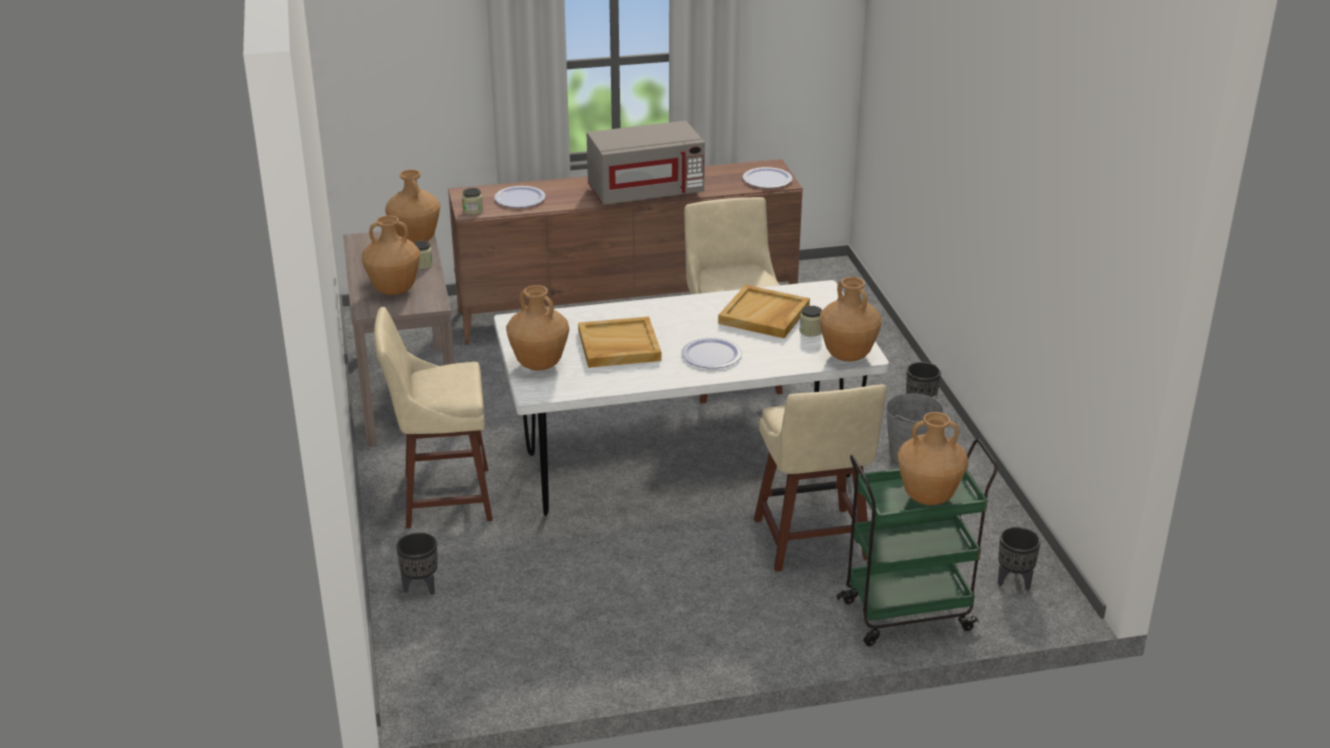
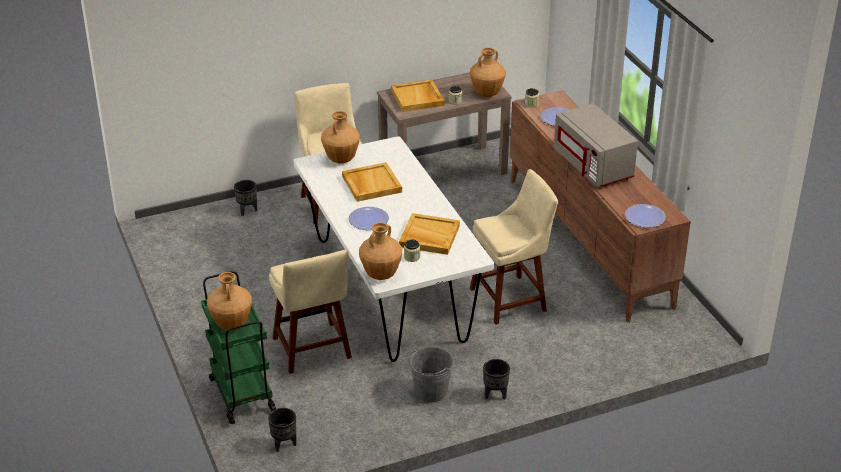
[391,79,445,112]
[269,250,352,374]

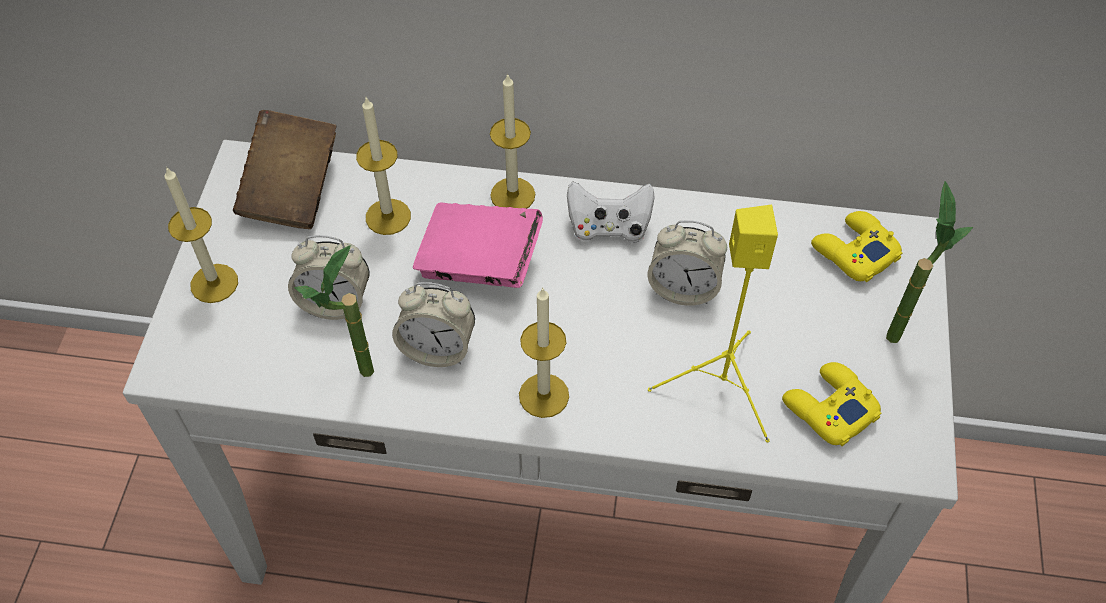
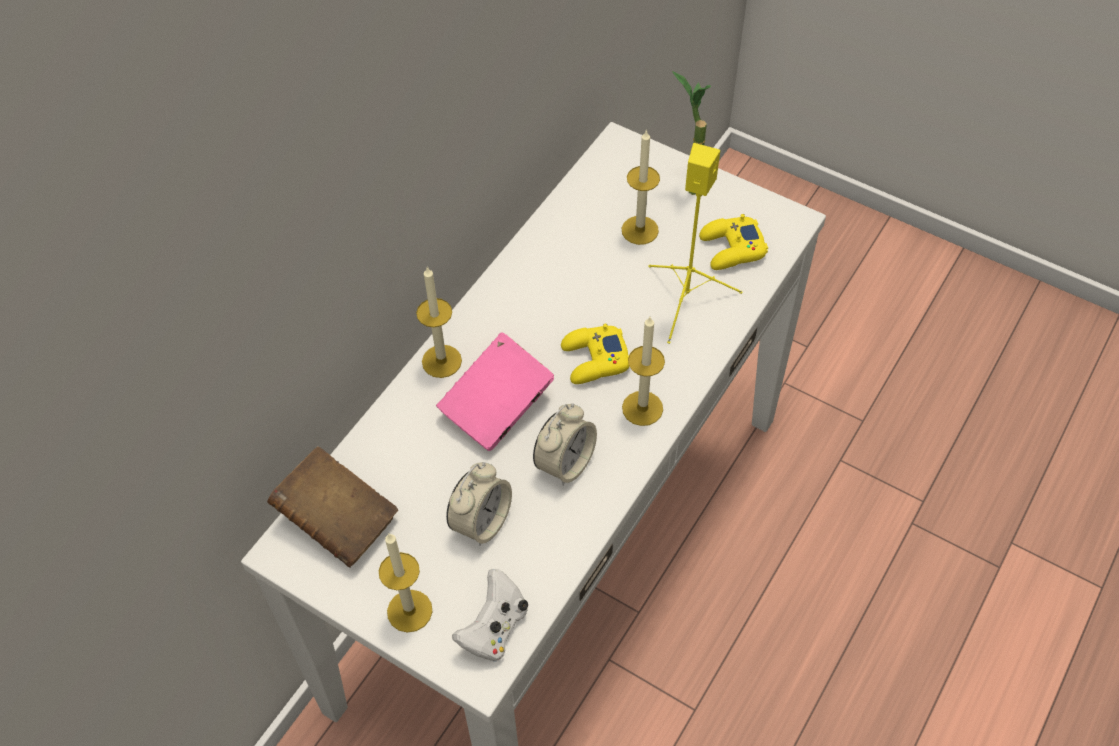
[294,245,374,377] (first image)
[621,129,660,245]
[452,569,528,662]
[648,220,727,306] (first image)
[561,324,629,384]

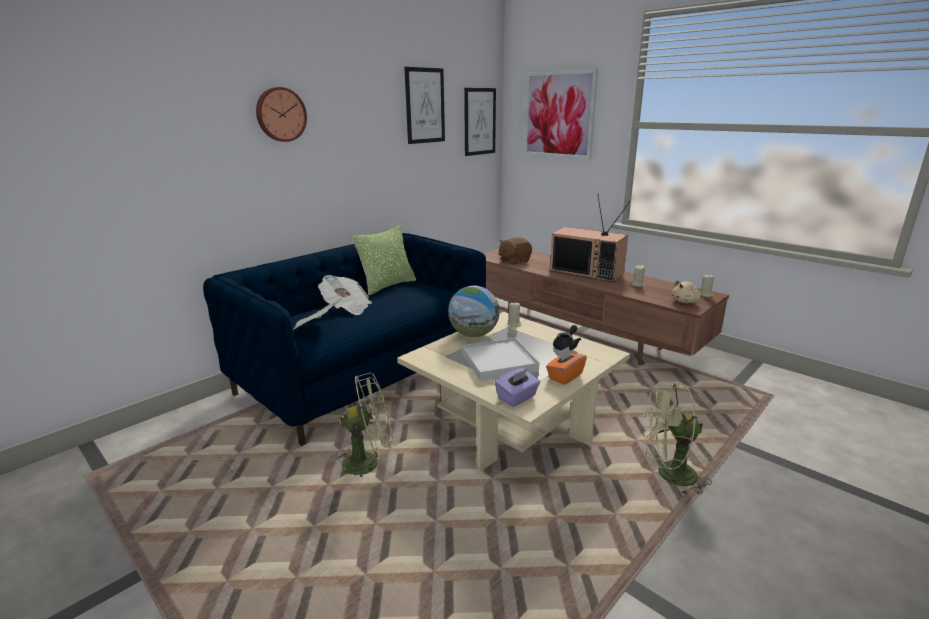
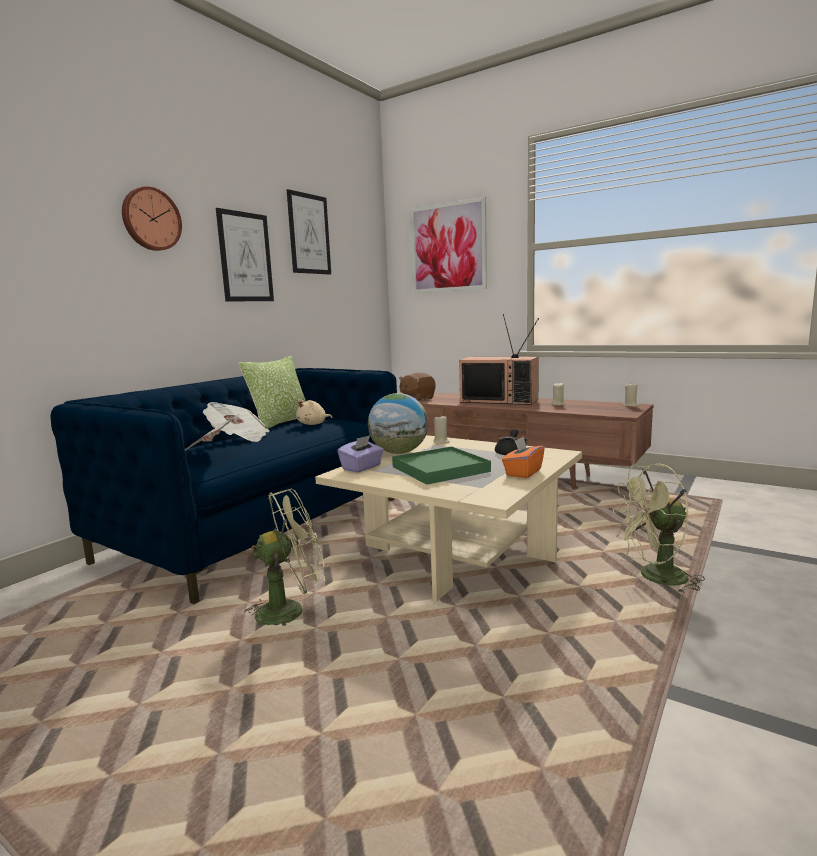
[392,446,491,485]
[216,208,274,301]
[337,435,384,473]
[296,399,332,425]

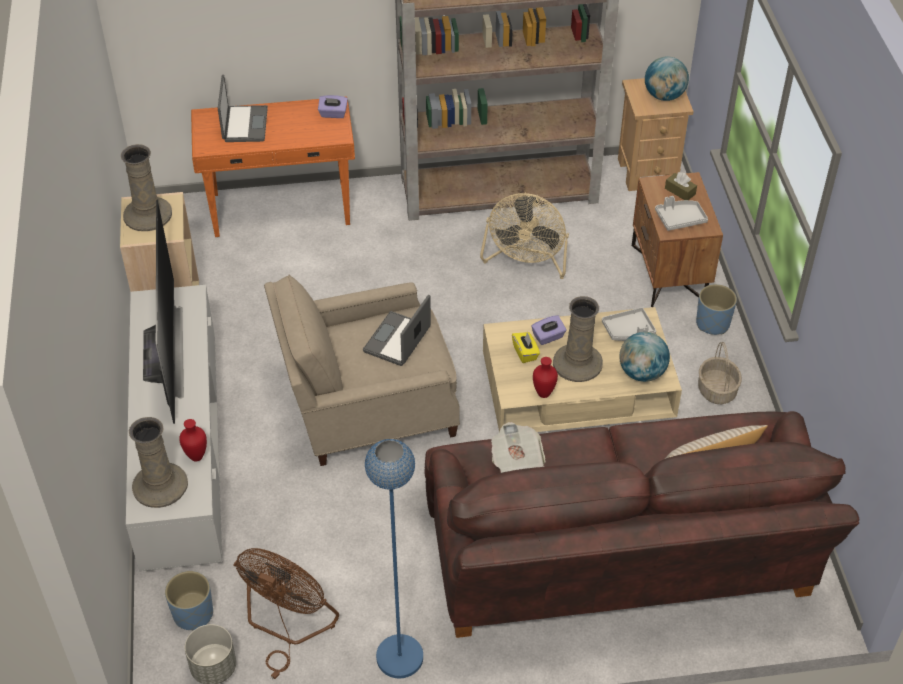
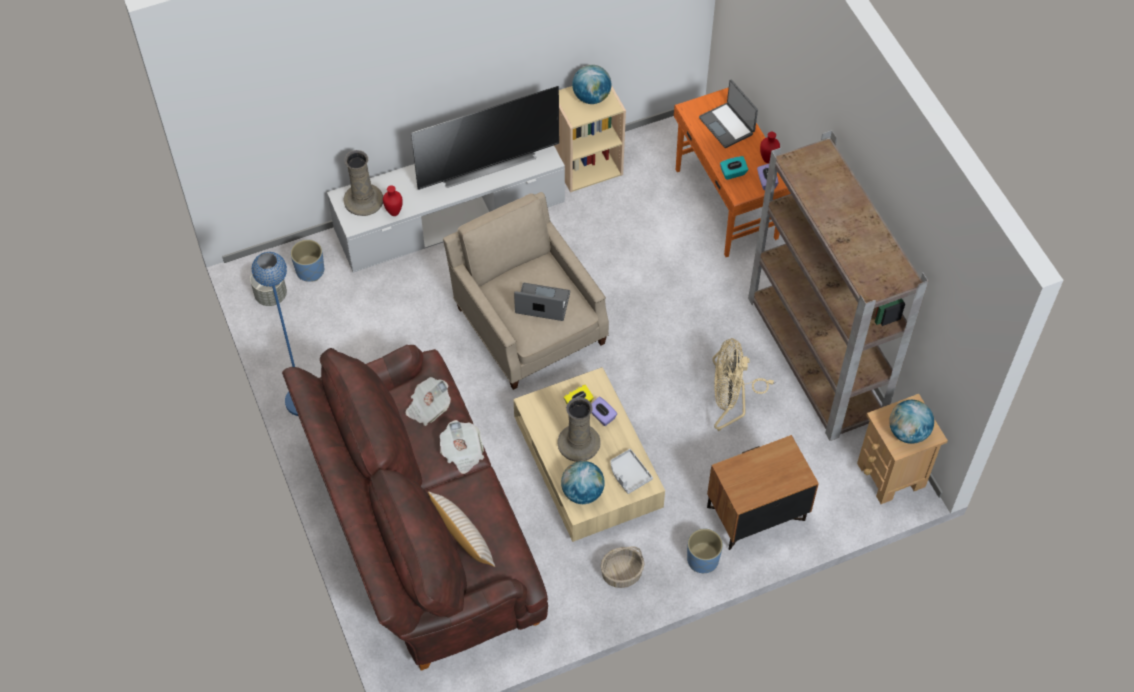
[572,65,611,104]
[699,80,758,148]
[233,548,339,679] (first image)
[760,132,780,163]
[655,196,708,231] (first image)
[665,172,697,200] (first image)
[440,420,484,474]
[720,156,748,180]

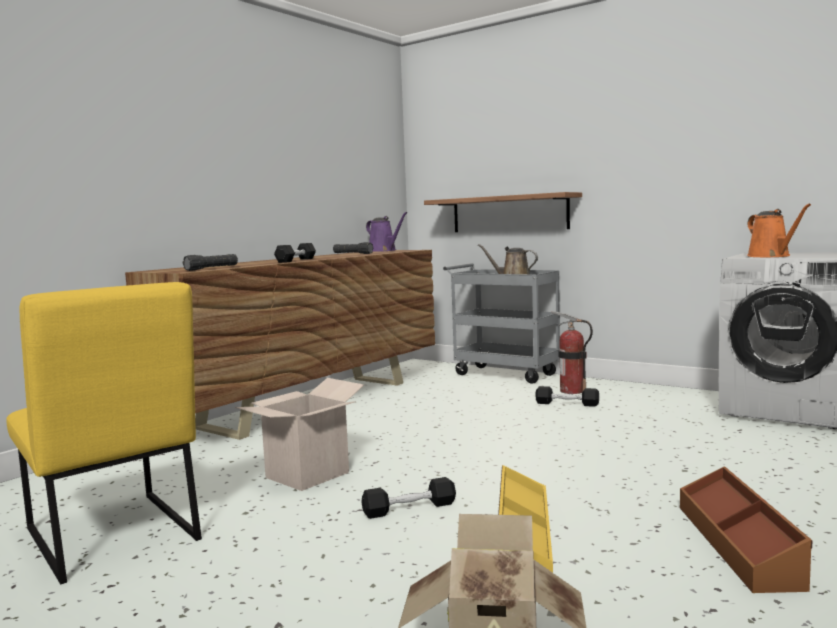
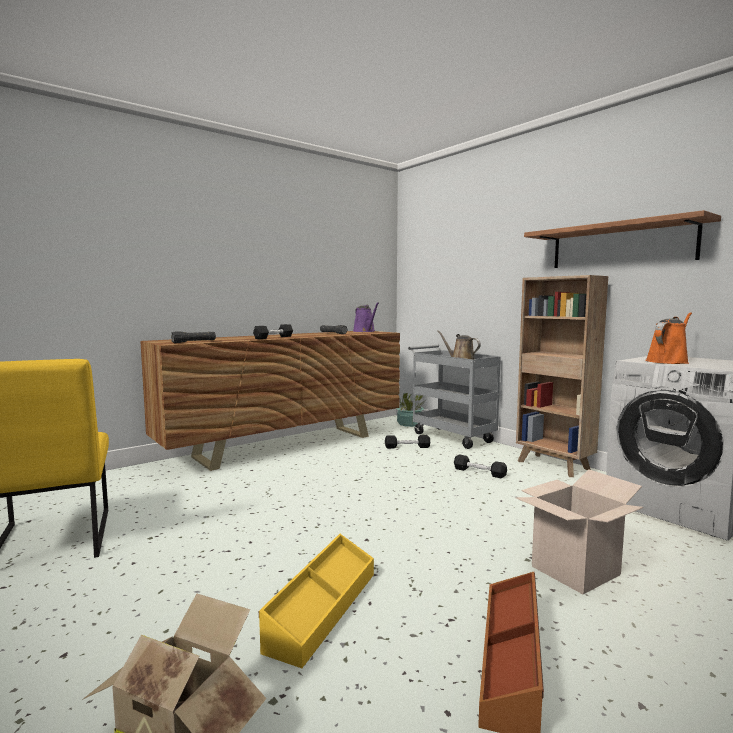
[516,469,644,594]
[385,435,430,449]
[524,210,721,268]
[551,311,593,394] (first image)
[645,312,692,364]
[396,393,427,427]
[516,275,608,477]

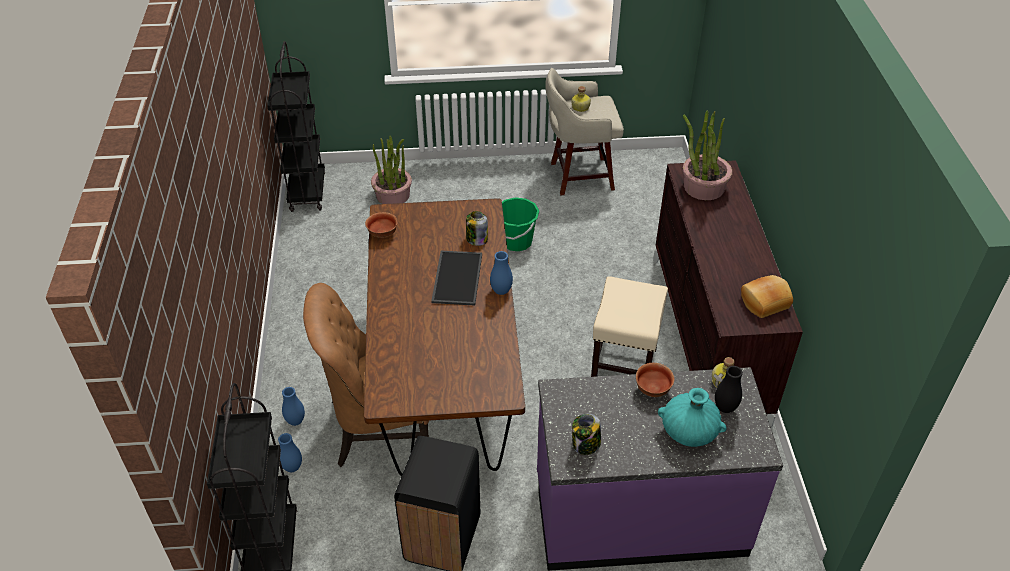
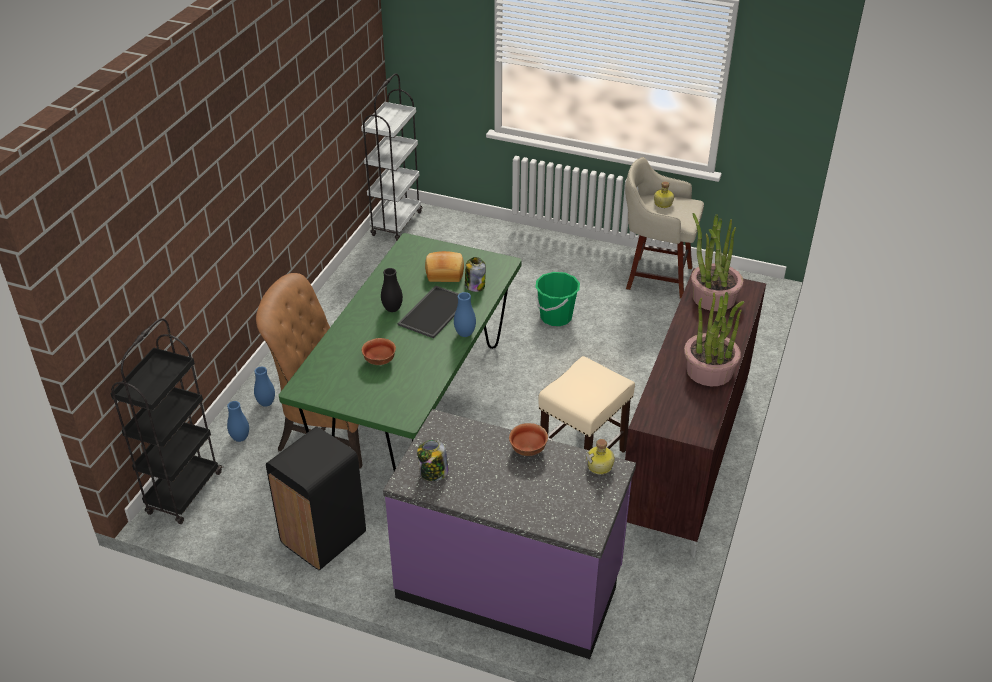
[361,73,423,241]
[279,233,522,471]
[362,338,396,365]
[684,292,744,386]
[658,388,727,447] (first image)
[381,268,403,312]
[425,251,464,282]

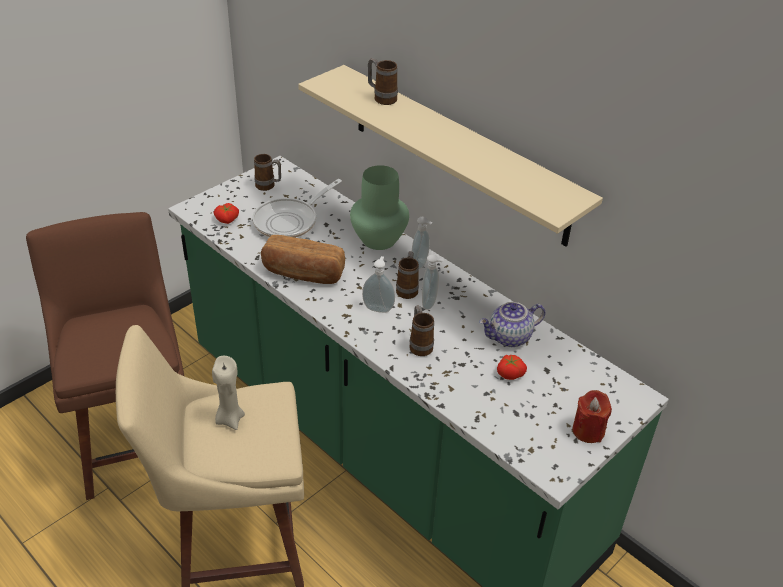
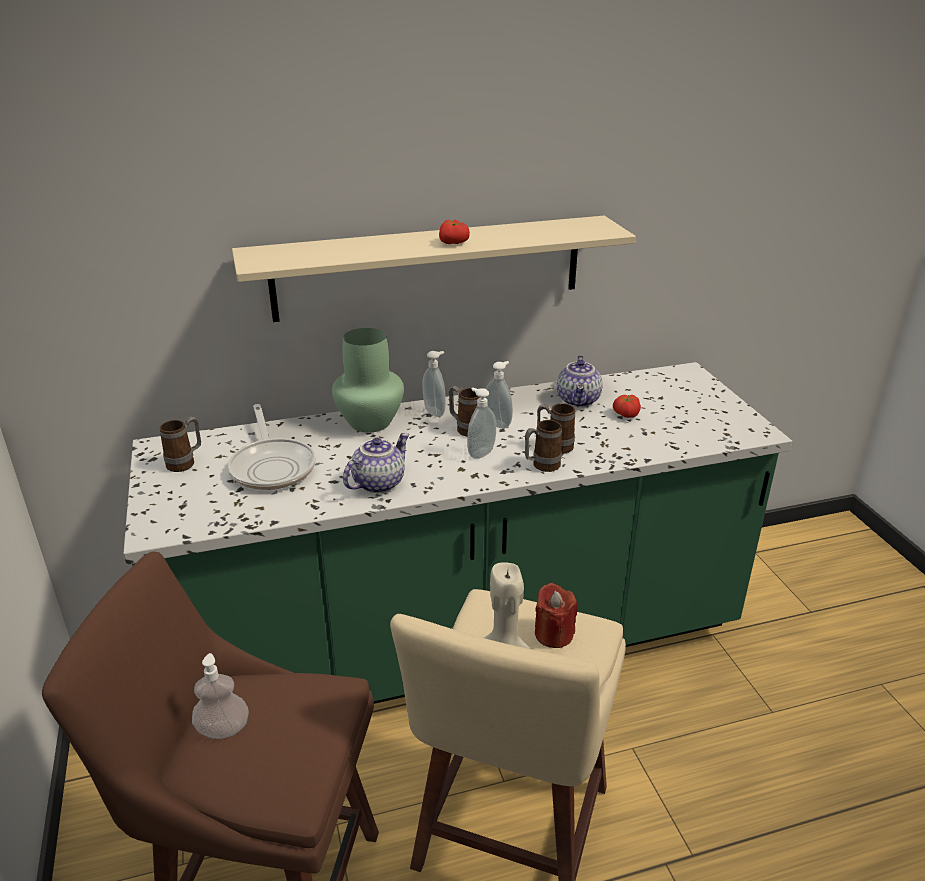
[439,220,470,244]
[343,433,410,493]
[525,420,562,472]
[535,583,577,648]
[192,653,249,739]

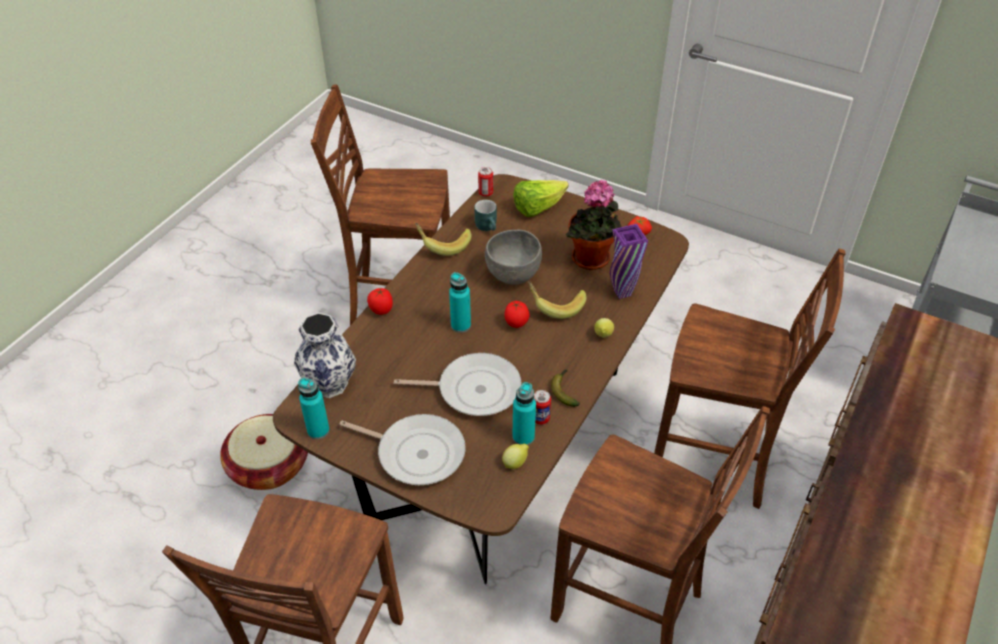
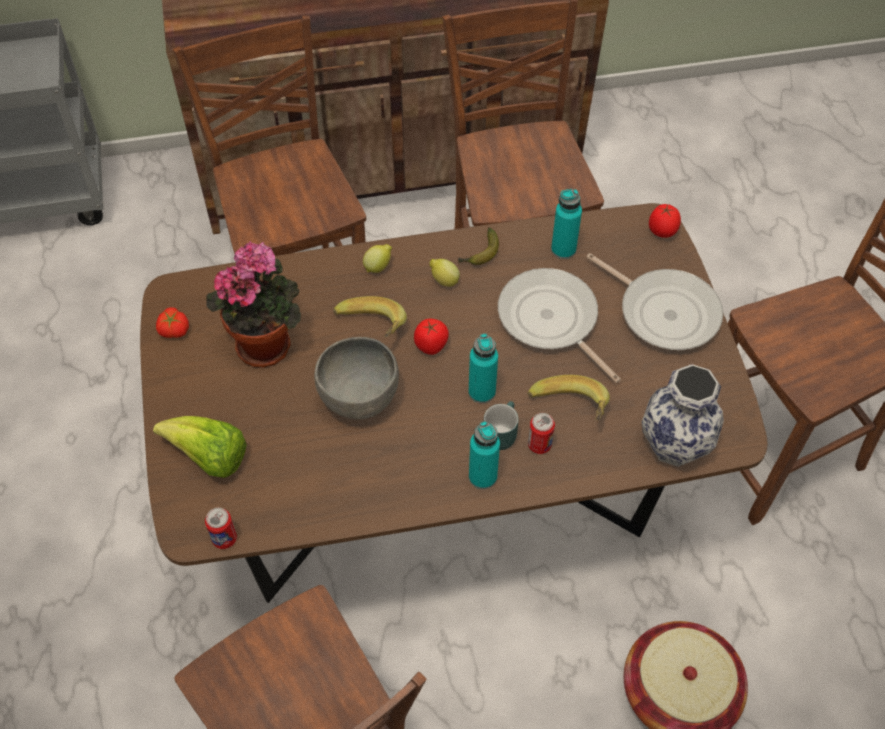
[469,421,500,489]
[586,253,723,350]
[649,204,681,238]
[528,375,610,420]
[484,401,519,450]
[429,259,460,287]
[528,413,555,454]
[610,224,648,299] (first image)

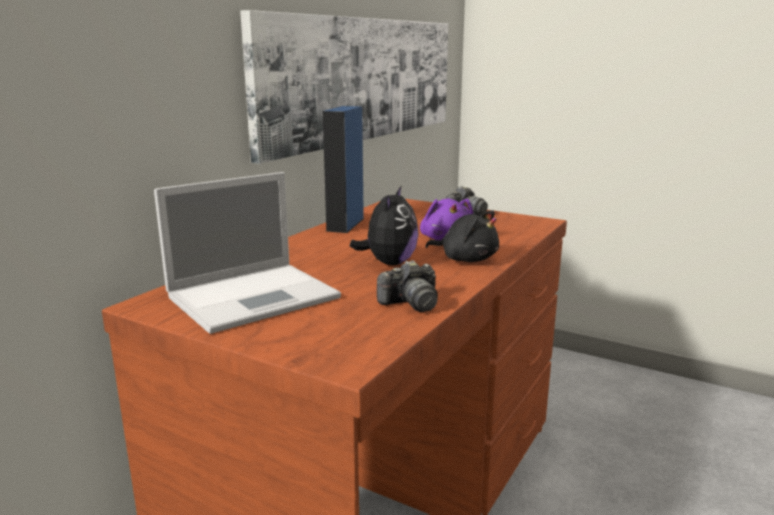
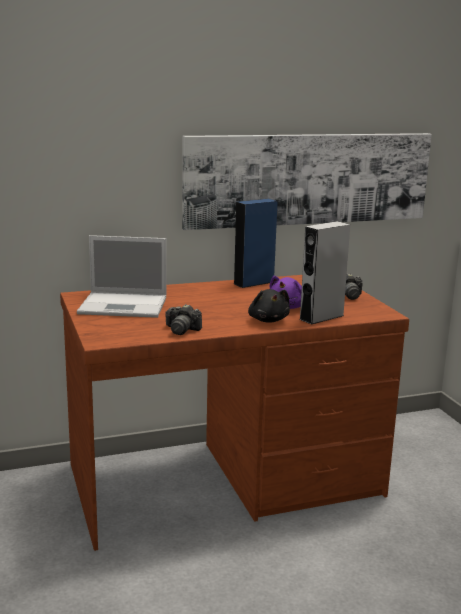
[350,185,419,265] (first image)
[299,221,350,325]

